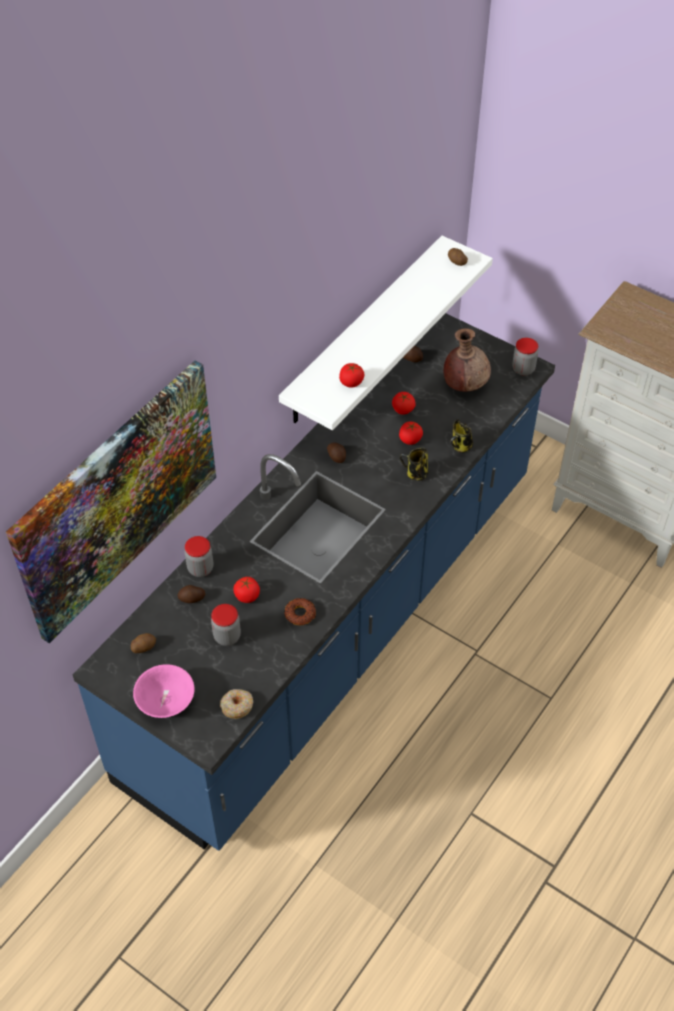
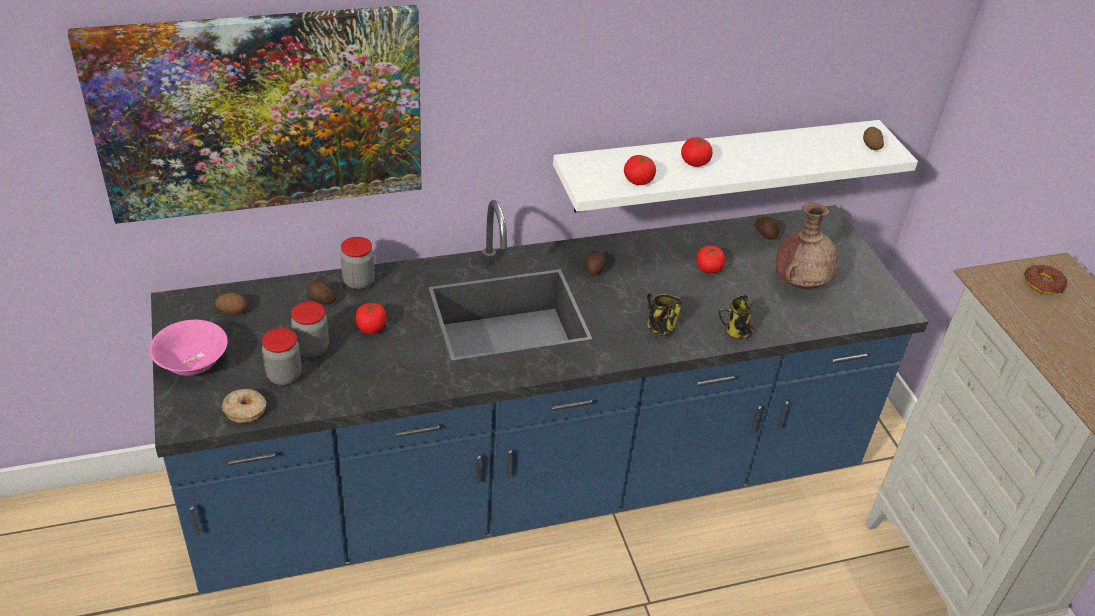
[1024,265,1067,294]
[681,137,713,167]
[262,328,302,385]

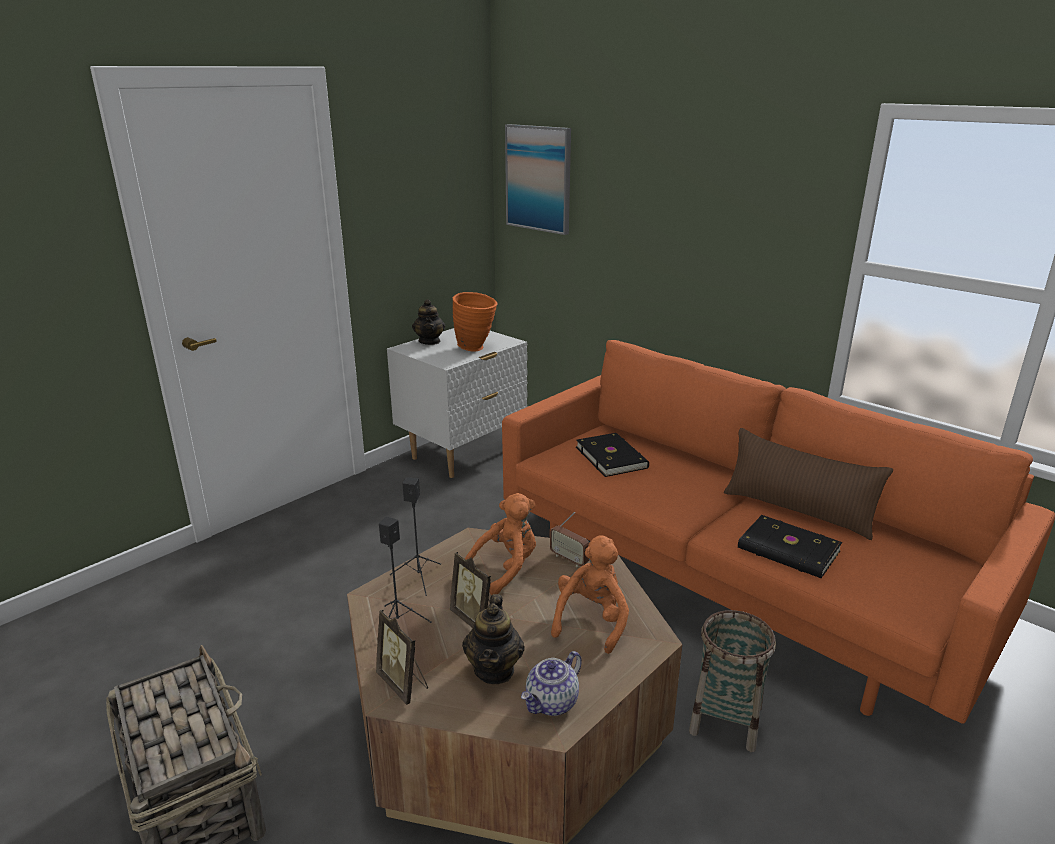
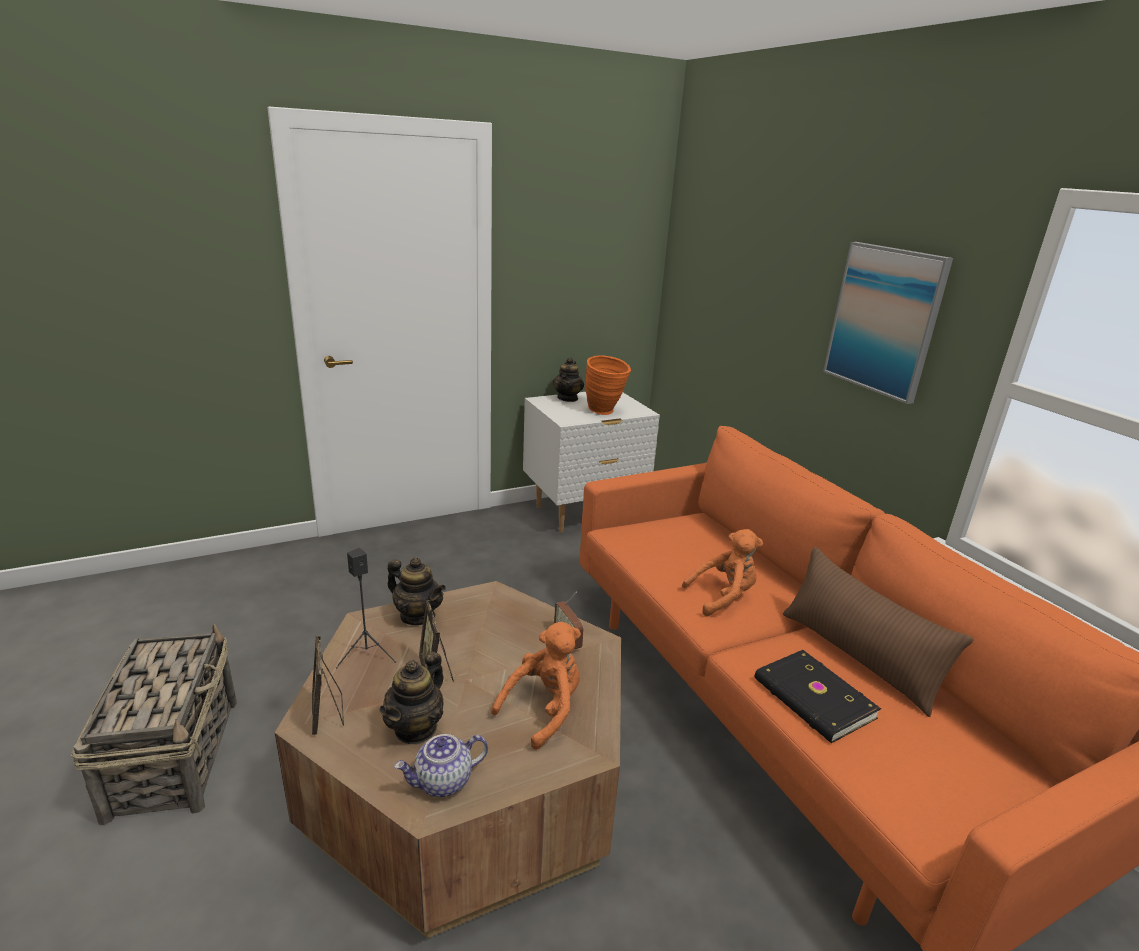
[388,557,446,625]
[682,529,763,617]
[823,242,953,404]
[576,433,649,477] (first image)
[689,610,776,752] (first image)

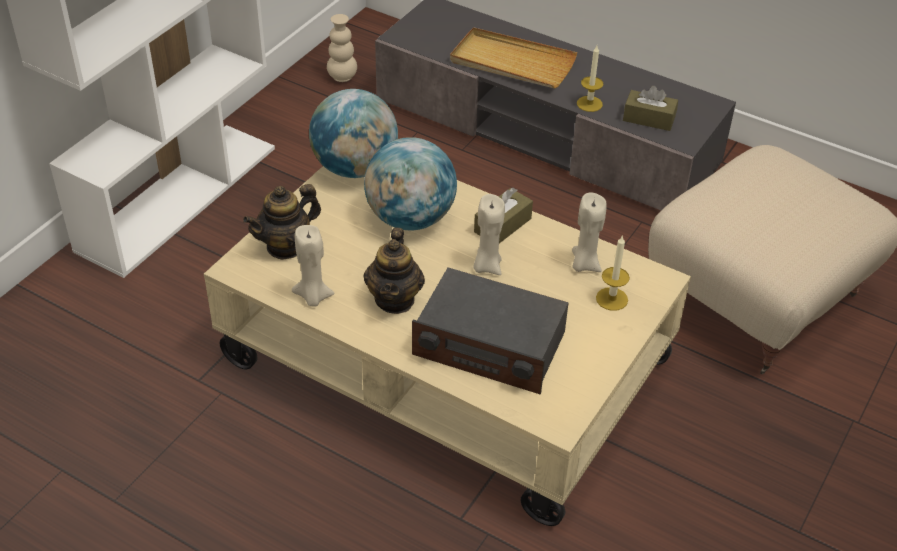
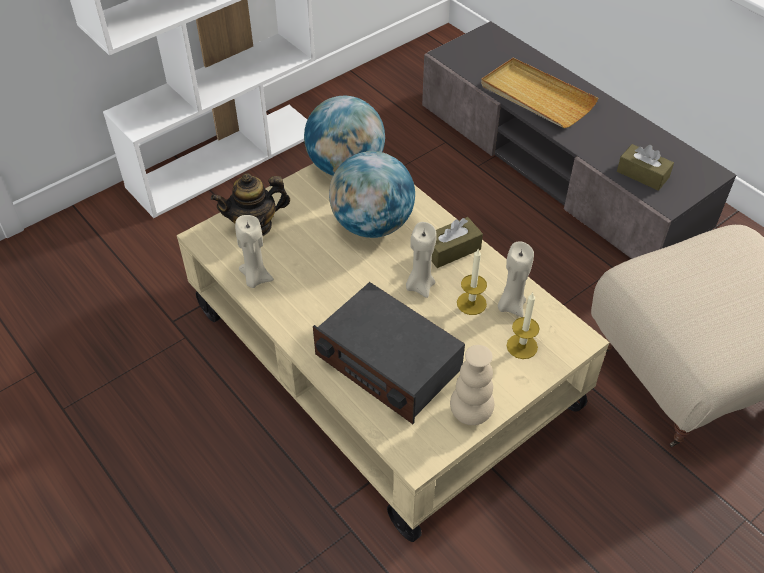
[450,345,494,425]
[363,228,425,314] (first image)
[457,249,487,315]

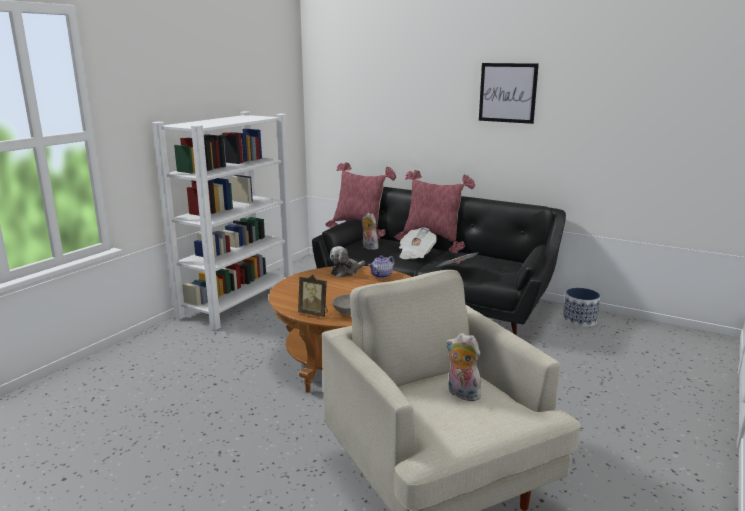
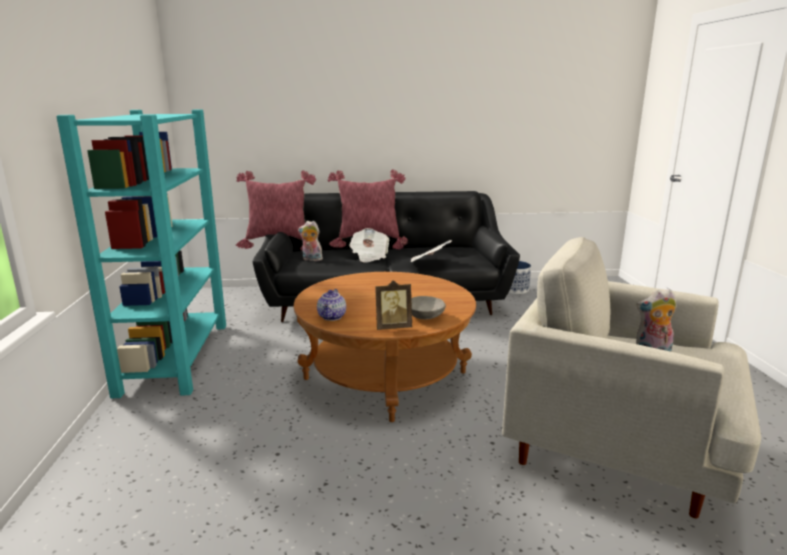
[56,110,226,399]
[330,246,365,277] (first image)
[317,289,346,321]
[479,63,539,124] (first image)

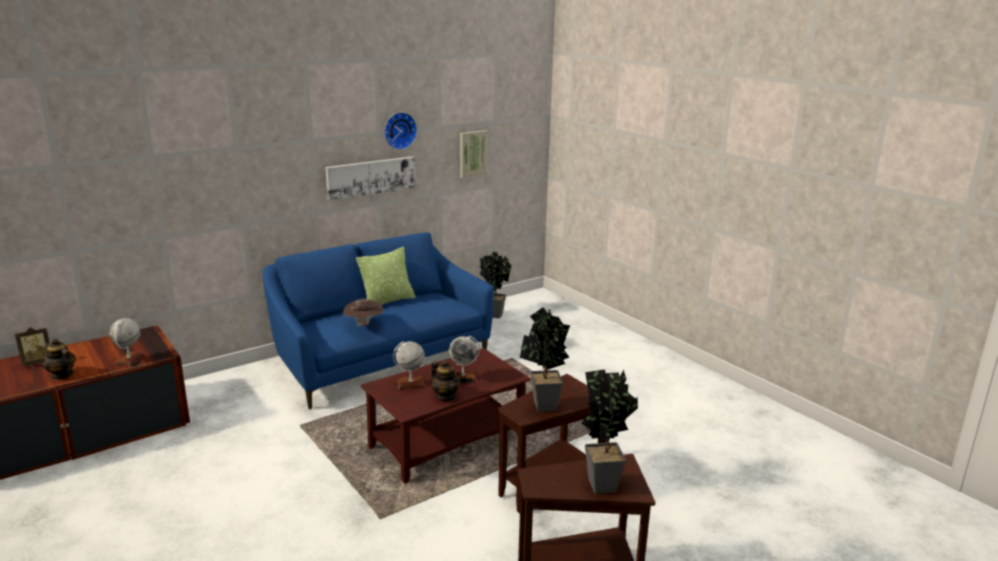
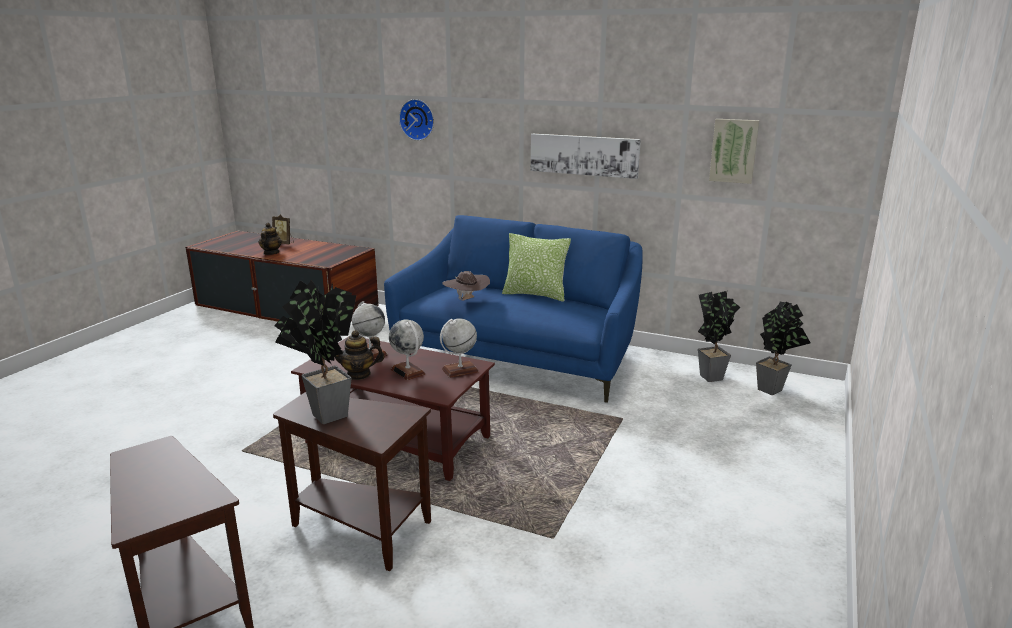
[440,318,479,378]
[399,99,434,141]
[335,330,385,380]
[756,302,811,395]

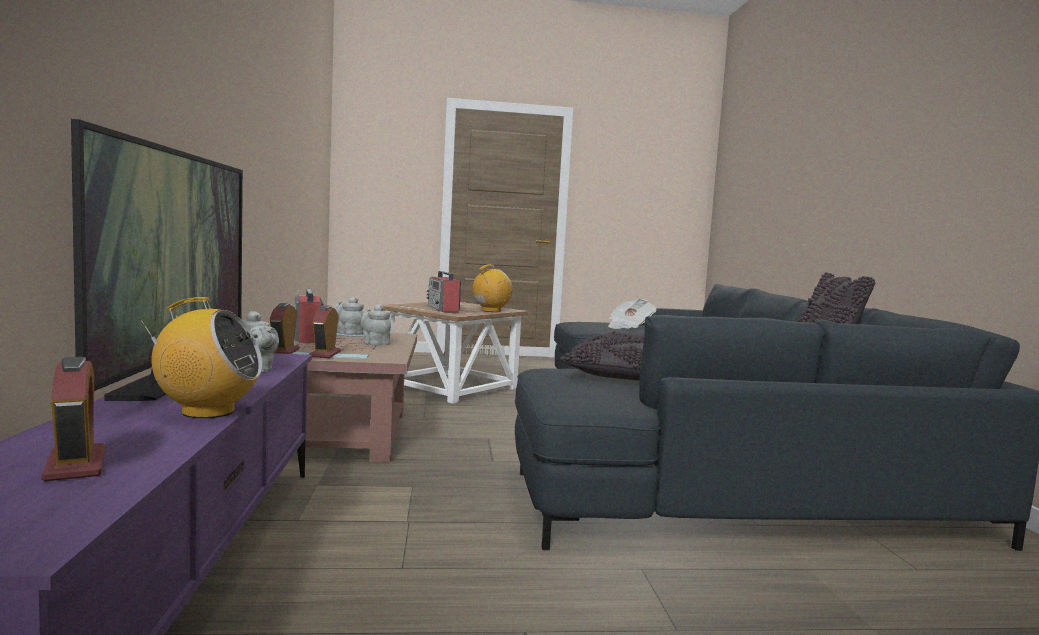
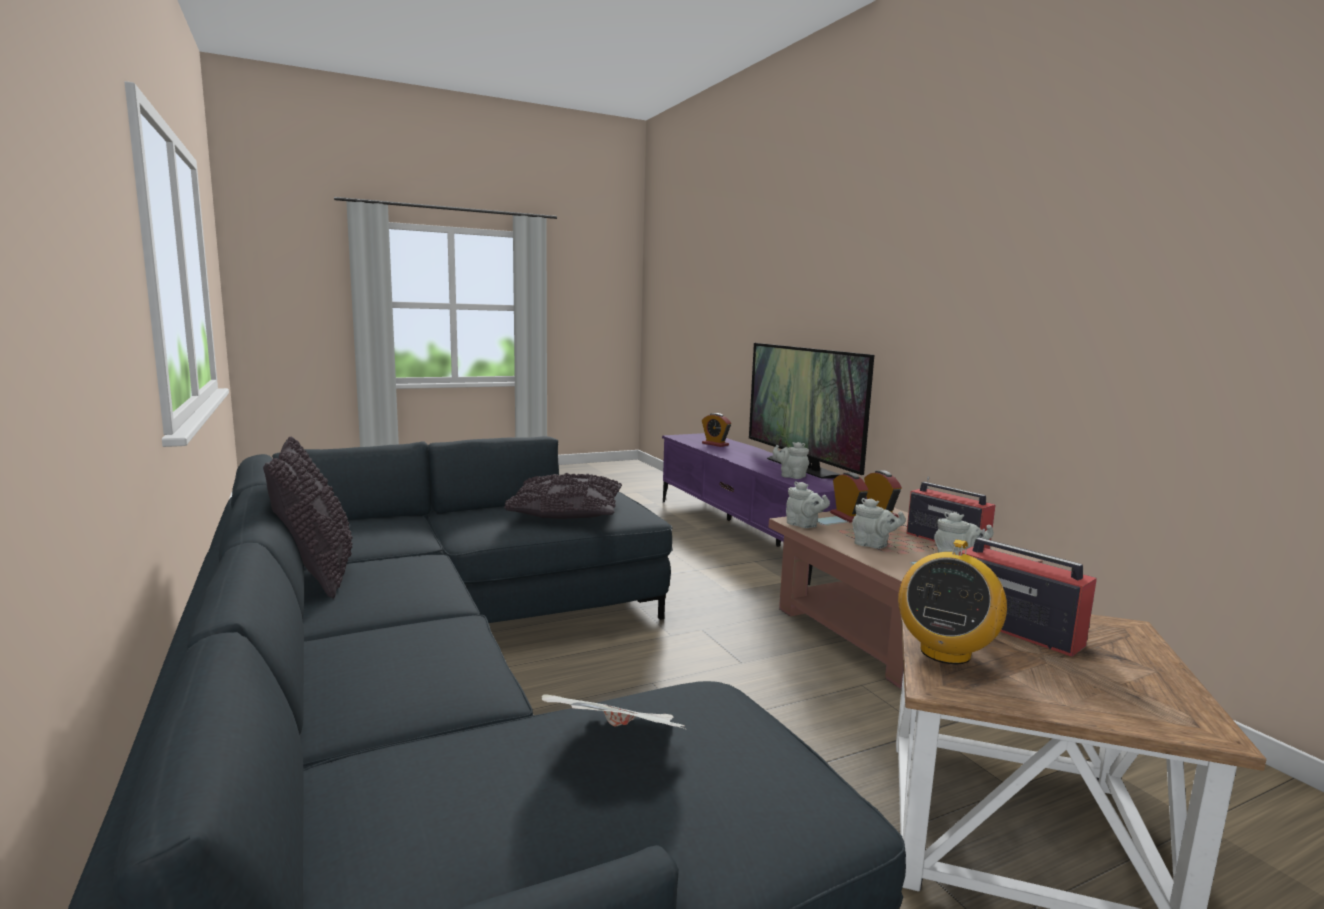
[139,297,263,419] (first image)
[786,481,830,528]

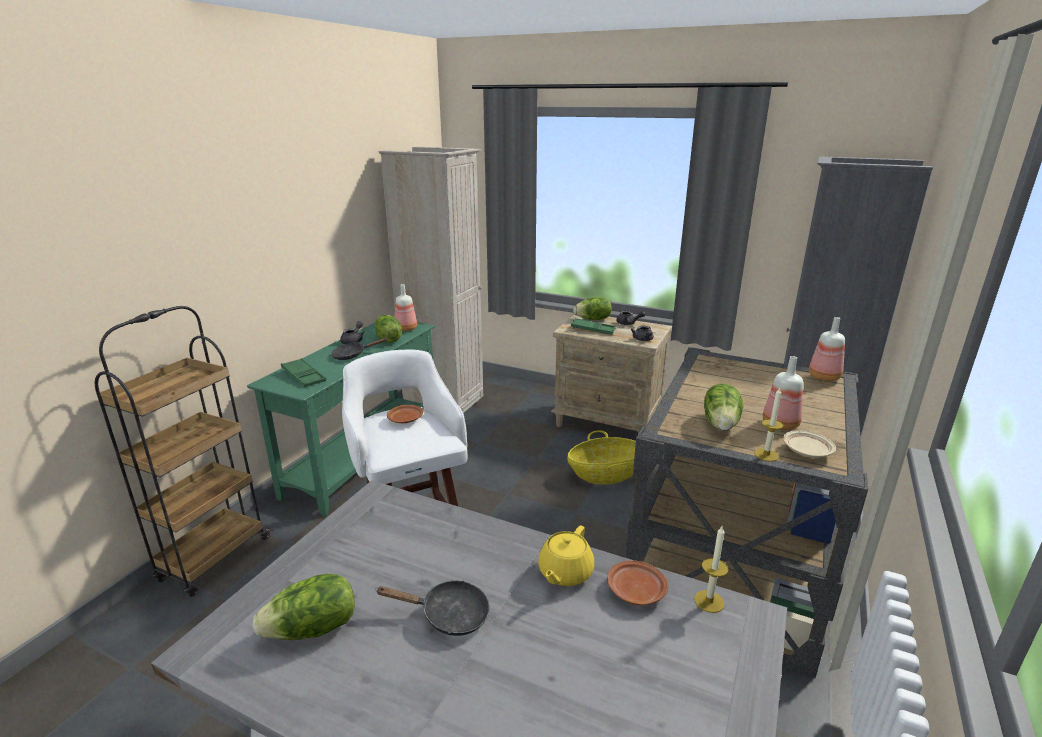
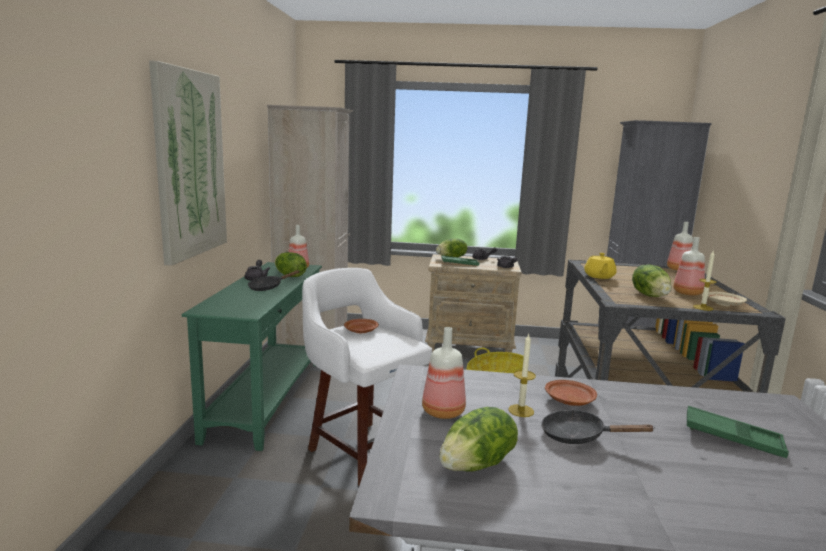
[95,306,273,597] (first image)
[687,406,789,458]
[541,409,655,444]
[584,253,617,279]
[545,380,597,406]
[509,334,536,417]
[149,61,227,266]
[422,327,466,419]

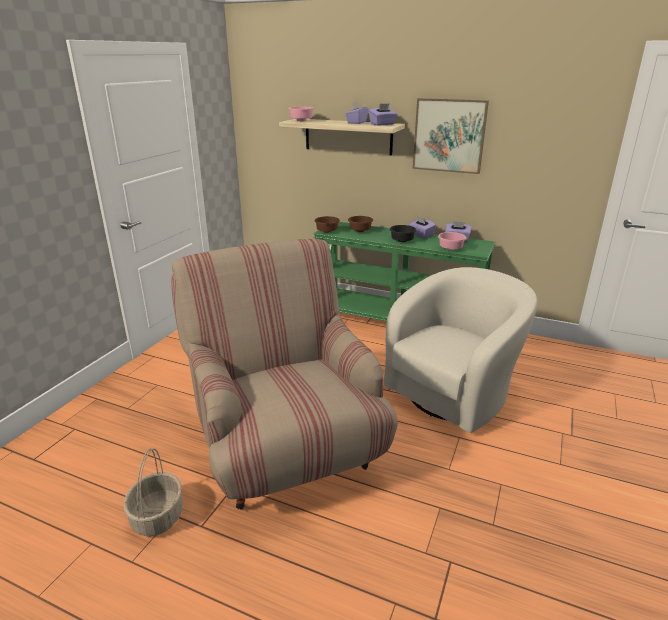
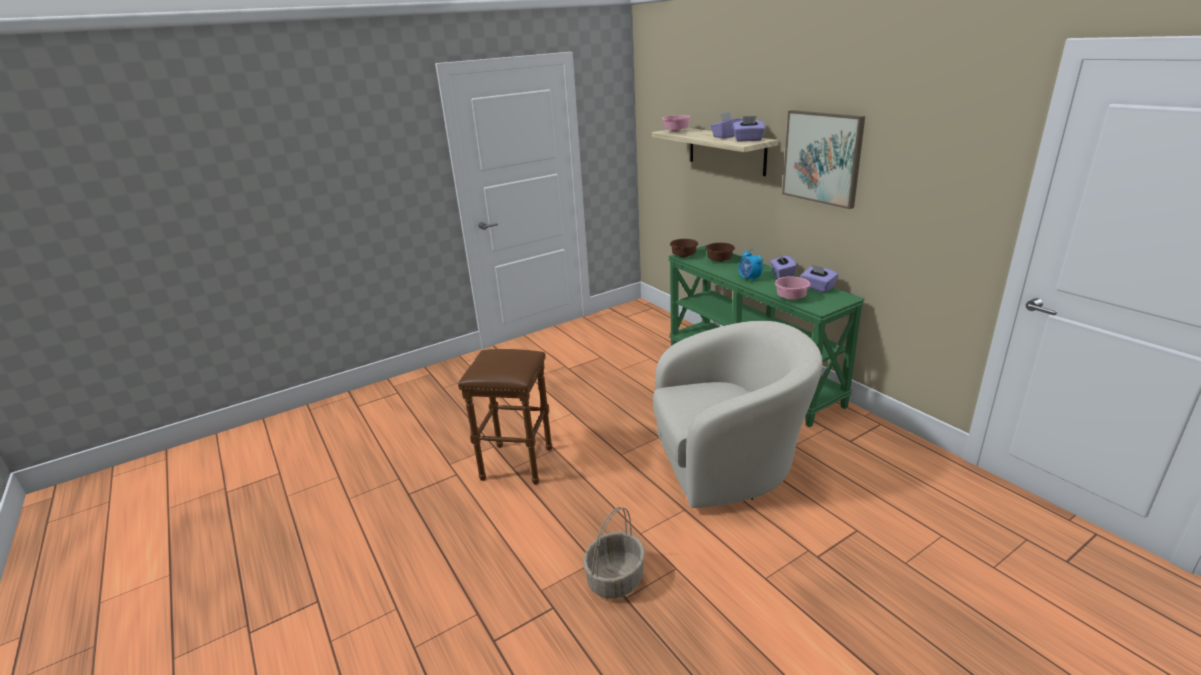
[583,507,645,599]
[458,349,552,484]
[739,249,763,283]

